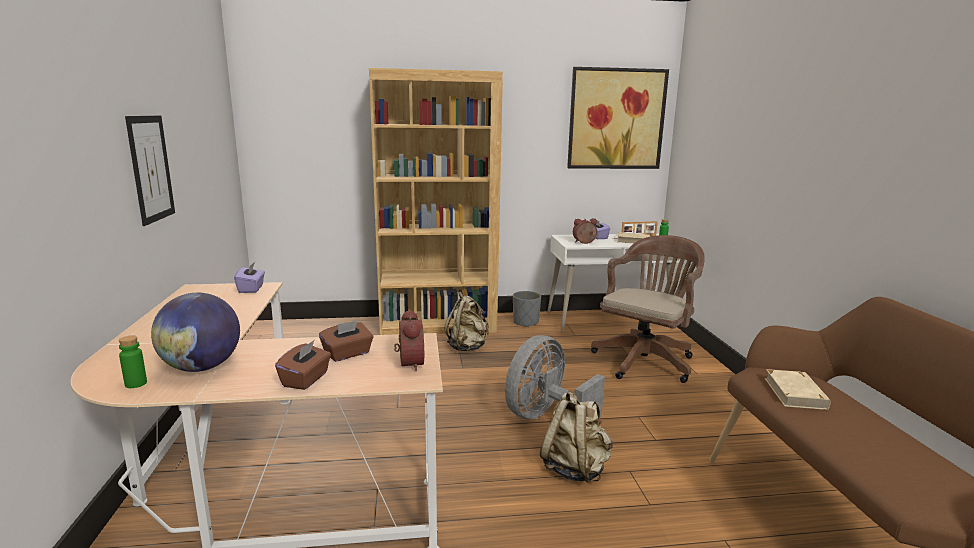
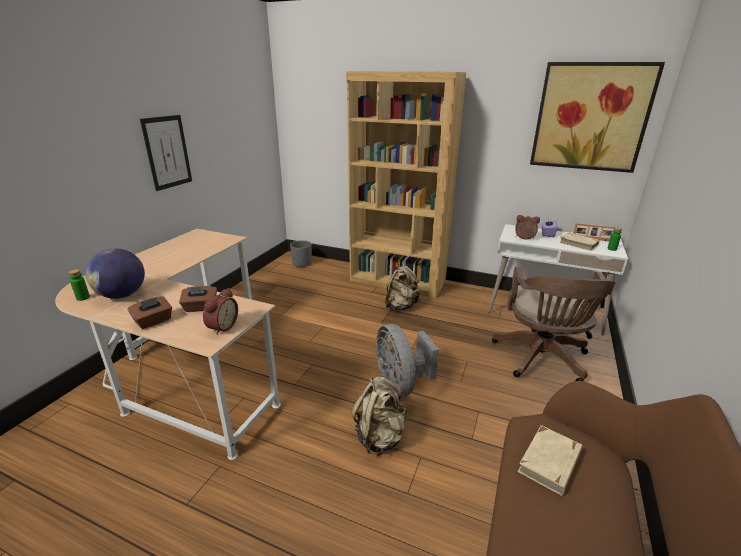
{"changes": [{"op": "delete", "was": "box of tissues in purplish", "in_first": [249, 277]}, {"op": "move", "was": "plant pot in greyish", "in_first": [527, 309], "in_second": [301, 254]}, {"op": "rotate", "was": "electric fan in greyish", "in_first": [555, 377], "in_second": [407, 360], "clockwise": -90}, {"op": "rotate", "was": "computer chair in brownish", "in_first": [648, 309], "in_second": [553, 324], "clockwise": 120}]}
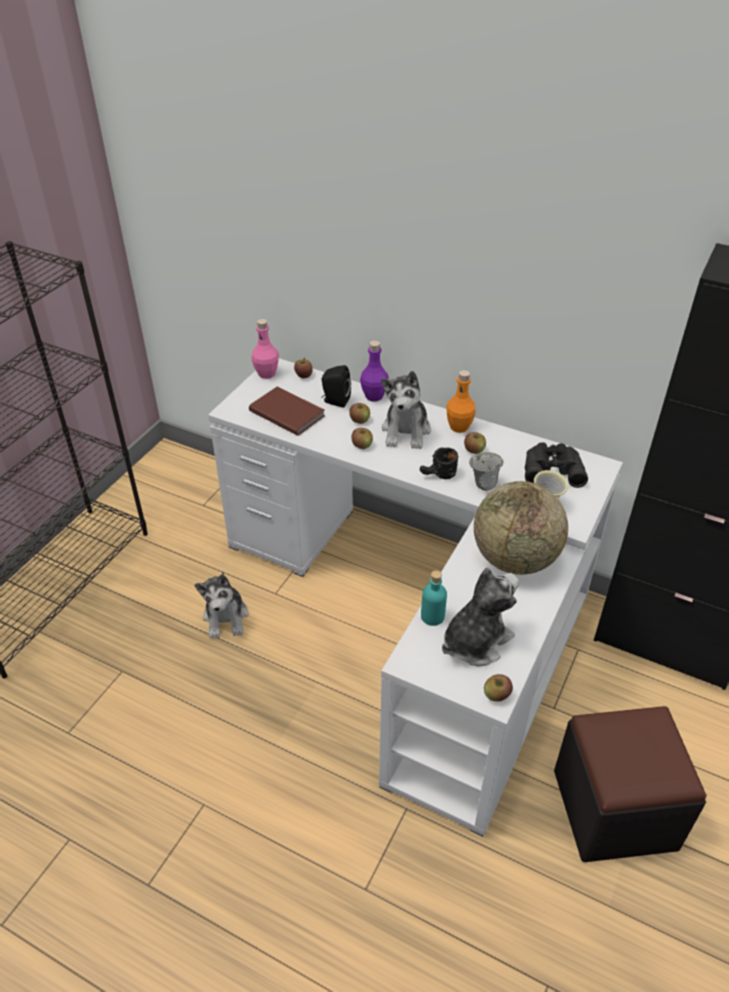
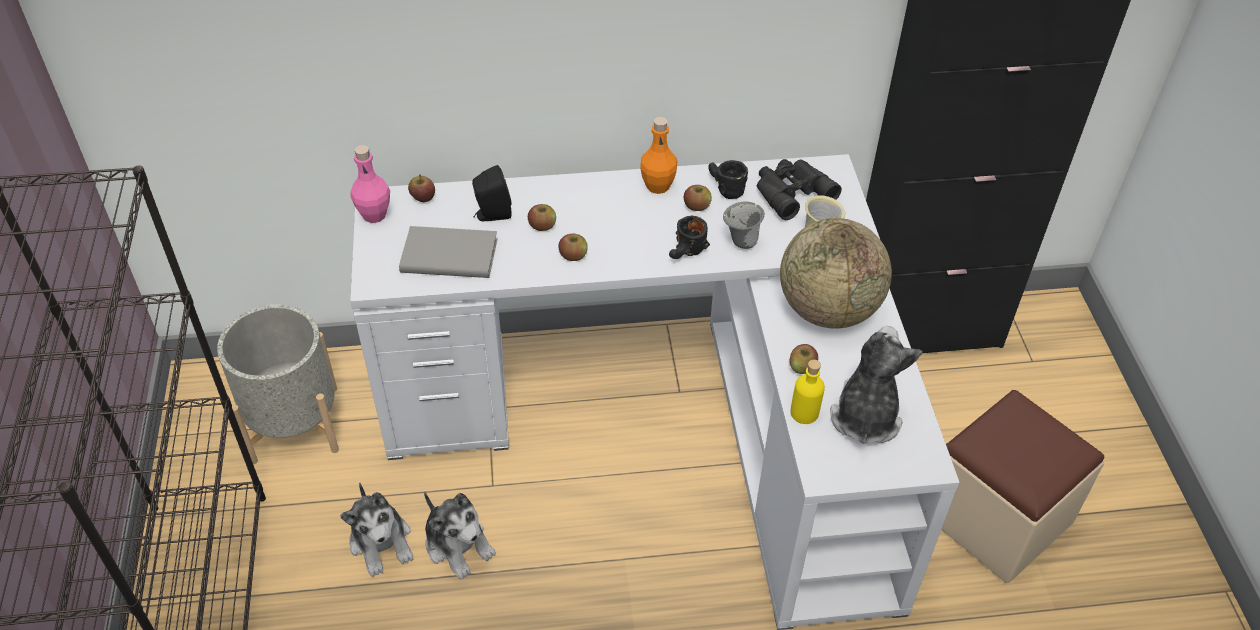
{"changes": [{"op": "delete", "was": "beverage bottle in purplish", "in_first": [374, 371]}, {"op": "insert", "now": "plant pot in greyish", "in_second": [278, 384]}, {"op": "insert", "now": "tea mug in black-coloured", "in_second": [728, 179]}, {"op": "move", "was": "plush toy", "in_first": [406, 410], "in_second": [376, 529]}, {"op": "move", "was": "apple fruit", "in_first": [498, 688], "in_second": [804, 359]}, {"op": "recolor", "was": "book in brownish", "now": "book in greyish", "in_first": [287, 411], "in_second": [448, 252]}, {"op": "recolor", "was": "beverage bottle in blue-green", "now": "beverage bottle in yellow-coloured", "in_first": [434, 598], "in_second": [807, 392]}, {"op": "recolor", "was": "ottoman in black-coloured", "now": "ottoman in beige-coloured", "in_first": [630, 784], "in_second": [1023, 486]}]}
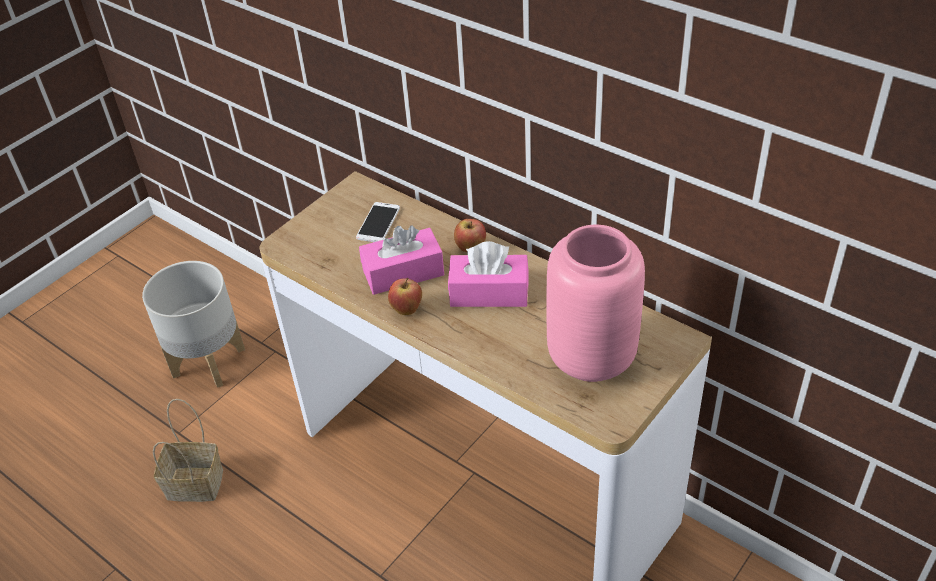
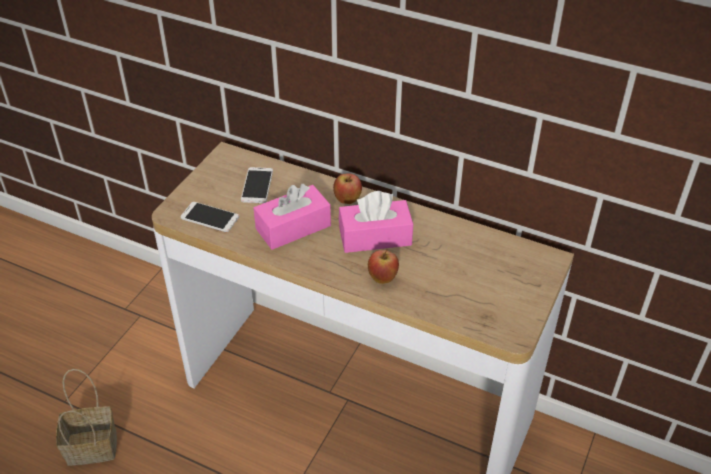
{"changes": [{"op": "delete", "was": "plant pot in greyish", "in_first": [193, 324]}, {"op": "delete", "was": "decorative vase in pink-coloured", "in_first": [596, 303]}, {"op": "insert", "now": "telephone", "in_second": [209, 217]}, {"op": "move", "was": "apple fruit", "in_first": [405, 296], "in_second": [383, 266]}]}
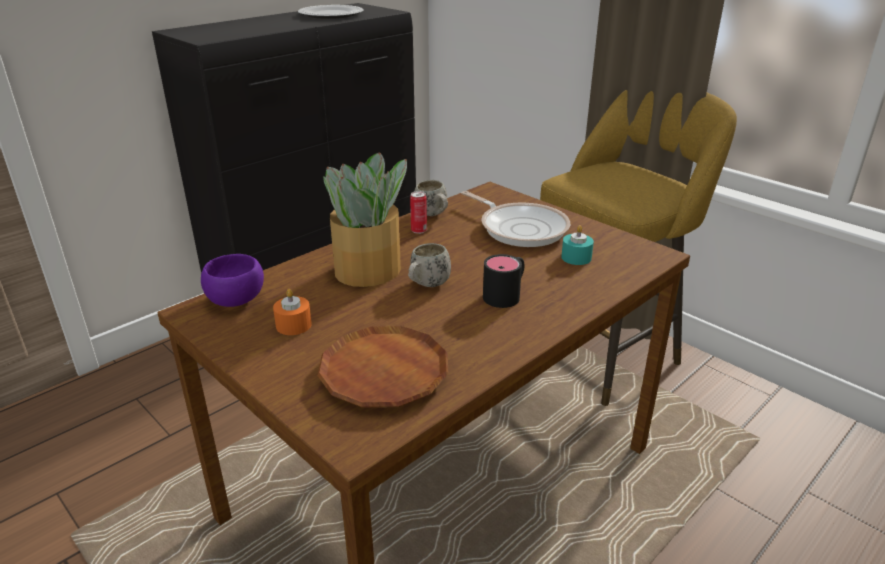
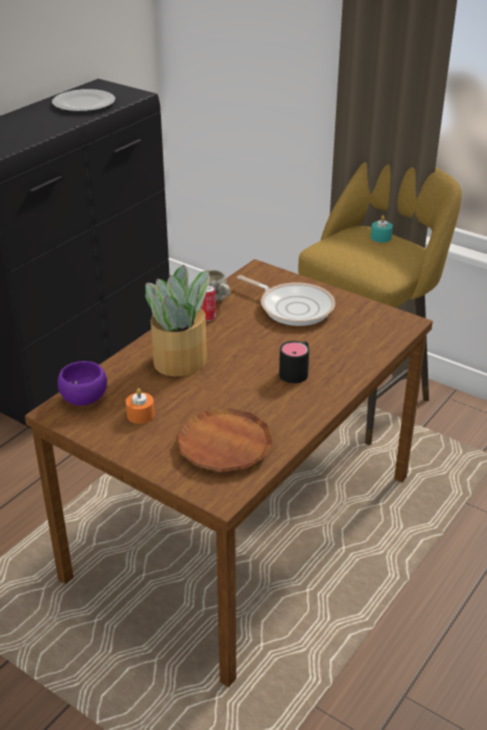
{"changes": [{"op": "delete", "was": "tea mug in white", "in_first": [429, 265]}, {"op": "move", "was": "wax light in blue-green", "in_first": [577, 245], "in_second": [382, 229]}]}
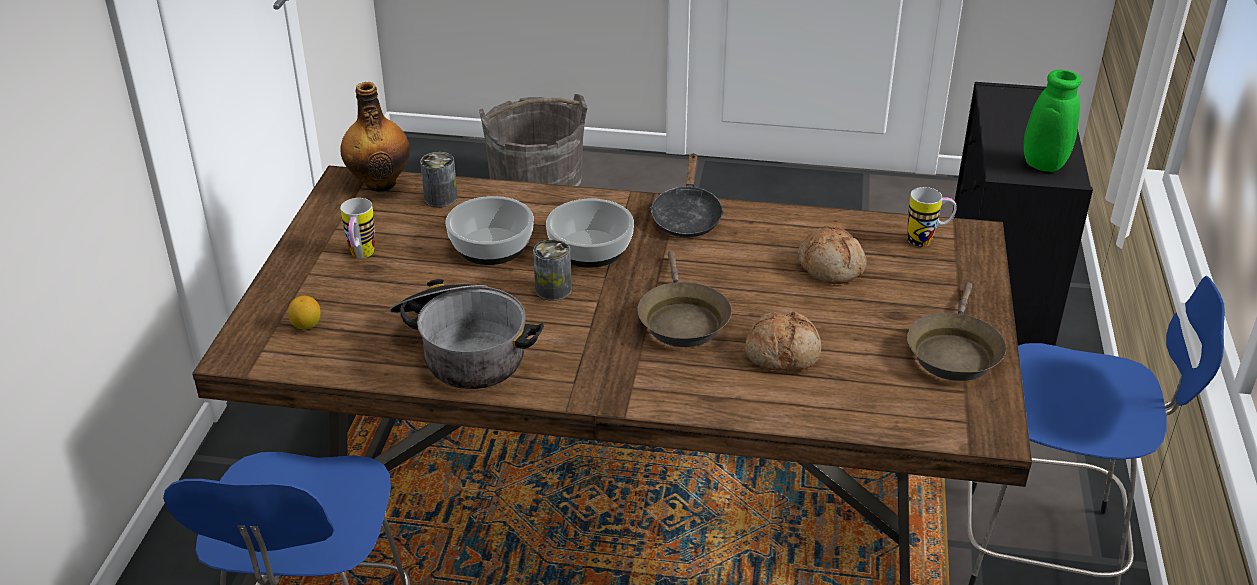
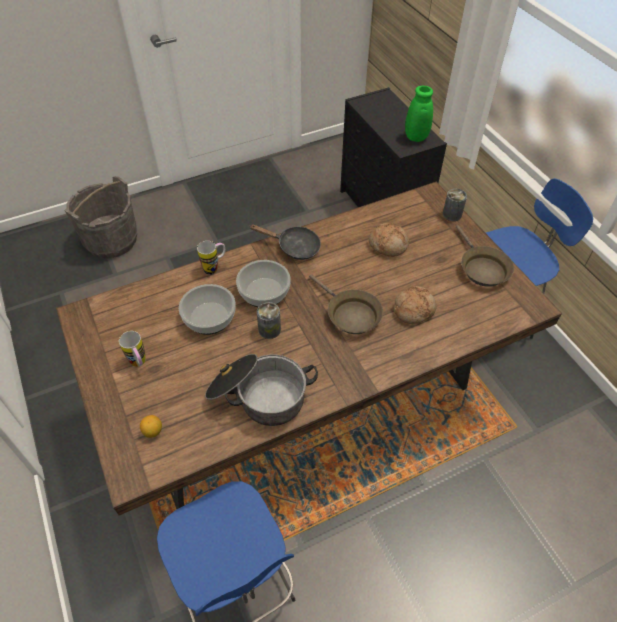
{"changes": [{"op": "delete", "was": "beverage bottle", "in_first": [375, 137]}, {"op": "move", "was": "can", "in_first": [439, 179], "in_second": [455, 205]}, {"op": "move", "was": "tea mug", "in_first": [932, 217], "in_second": [211, 258]}, {"op": "rotate", "was": "skillet in black-coloured", "in_first": [687, 195], "in_second": [285, 242], "clockwise": -45}]}
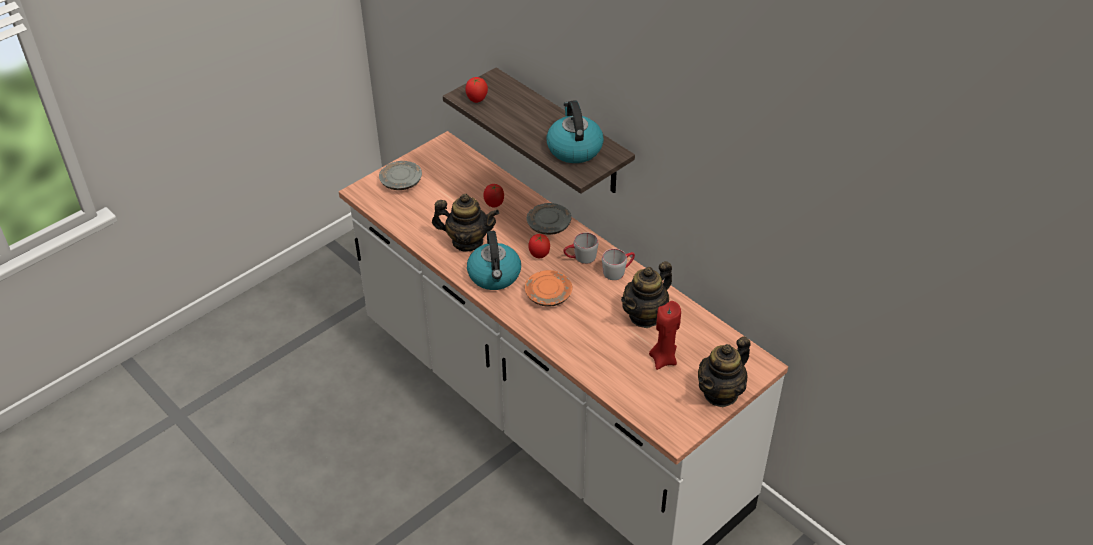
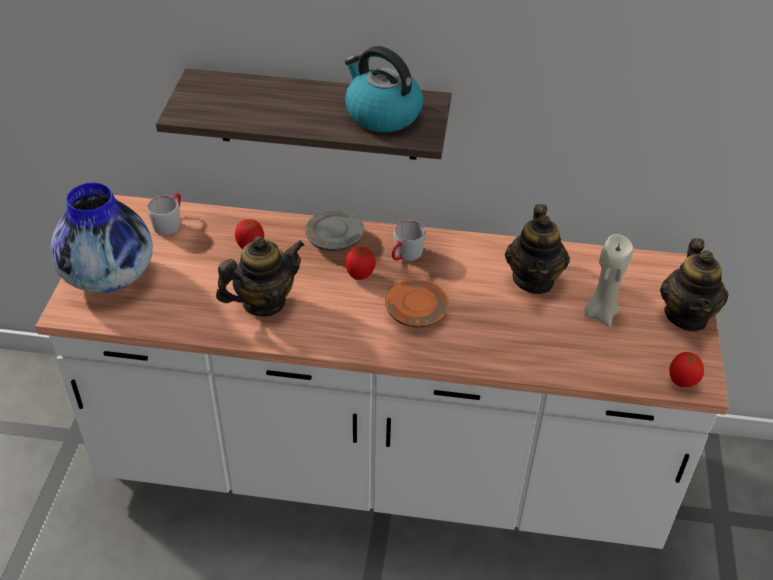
{"changes": [{"op": "delete", "was": "water kettle", "in_first": [494, 260]}, {"op": "move", "was": "fresh tomato", "in_first": [476, 90], "in_second": [686, 370]}, {"op": "move", "was": "tea mug in greyish", "in_first": [618, 264], "in_second": [164, 214]}, {"op": "replace", "was": "plate in greyish", "now": "decorative vase", "in_first": [400, 175], "in_second": [102, 238]}, {"op": "recolor", "was": "wax light in reddish", "now": "wax light in beige-coloured", "in_first": [665, 335], "in_second": [608, 280]}]}
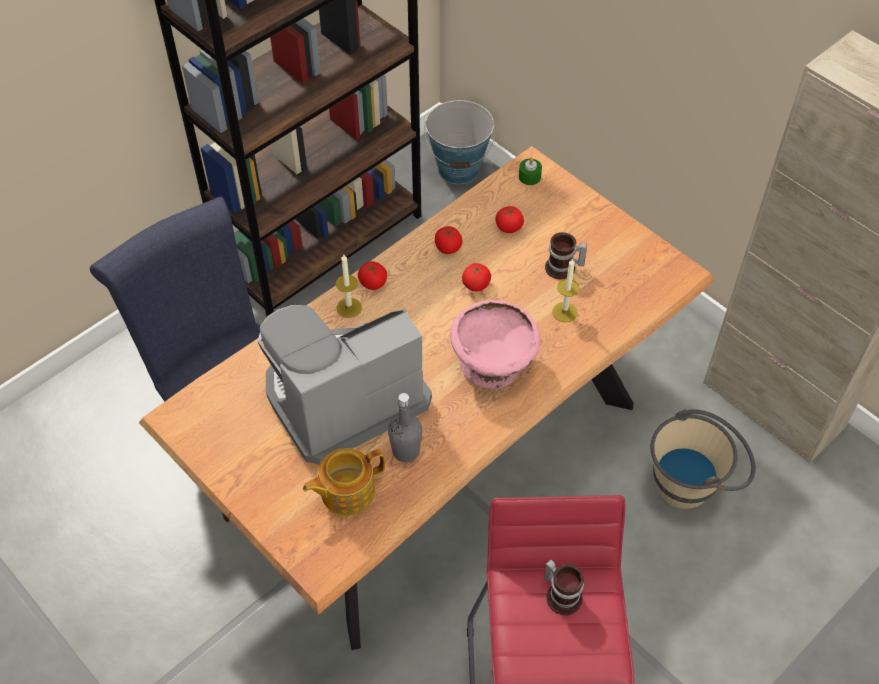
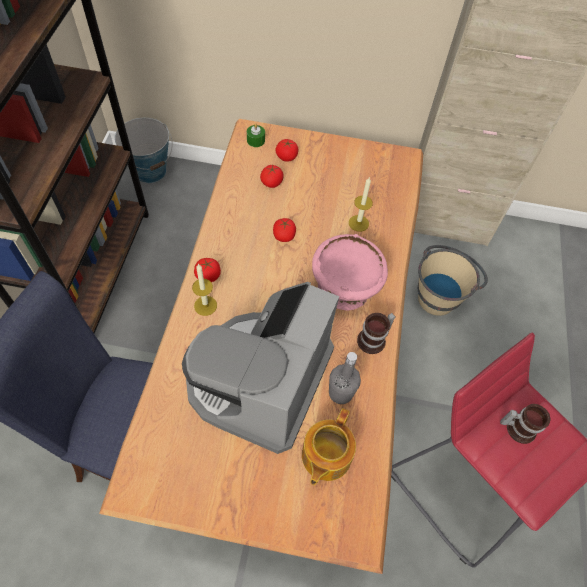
{"changes": [{"op": "move", "was": "fresh tomato", "in_first": [449, 240], "in_second": [286, 150]}, {"op": "move", "was": "tea mug", "in_first": [566, 255], "in_second": [376, 333]}]}
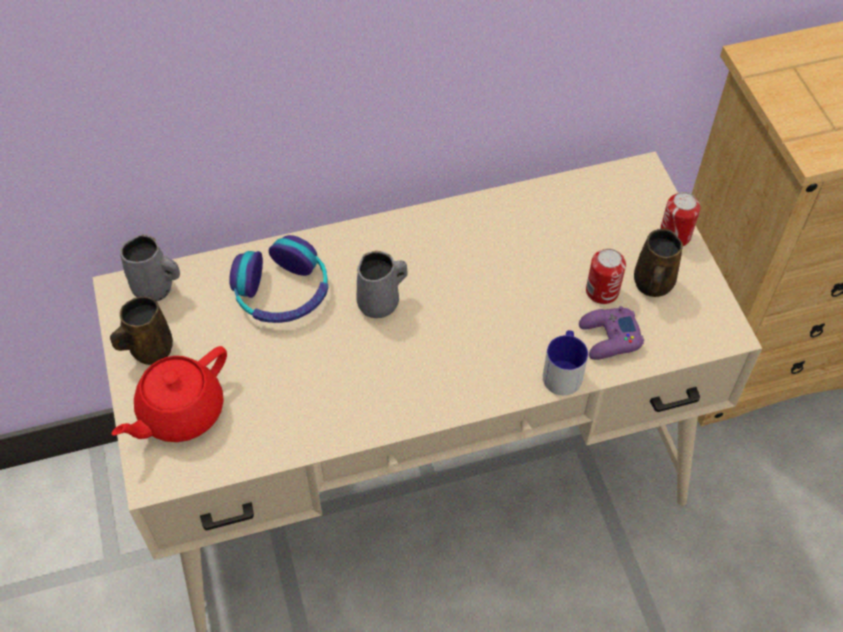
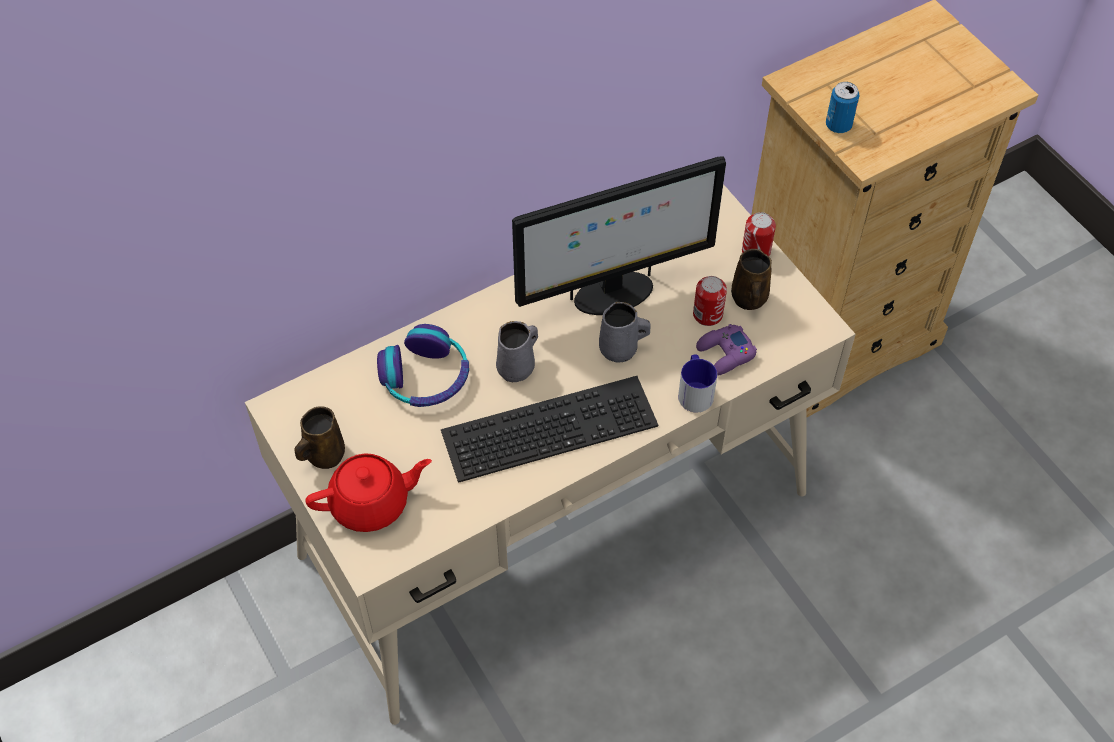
{"changes": [{"op": "insert", "now": "computer keyboard", "in_second": [549, 429]}, {"op": "insert", "now": "monitor", "in_second": [619, 236]}, {"op": "insert", "now": "can", "in_second": [843, 107]}, {"op": "move", "was": "tea mug in greyish", "in_first": [150, 267], "in_second": [624, 332]}, {"op": "rotate", "was": "teapot in reddish", "in_first": [169, 394], "in_second": [369, 493], "clockwise": -135}]}
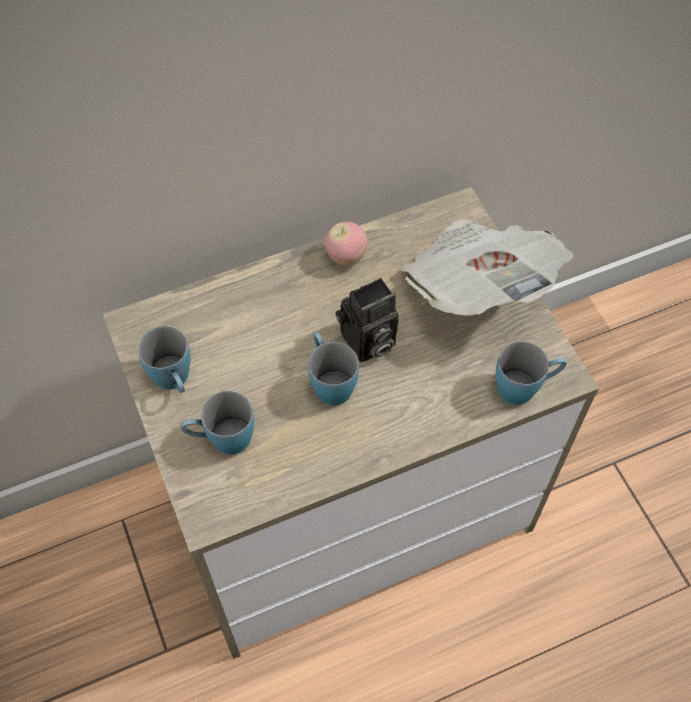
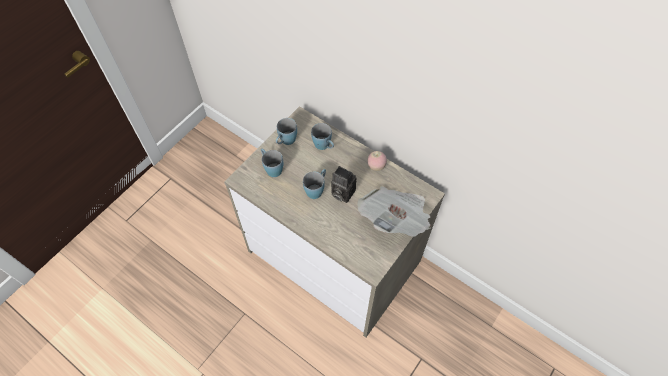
{"changes": [{"op": "move", "was": "tea mug in blue", "in_first": [531, 373], "in_second": [322, 136]}]}
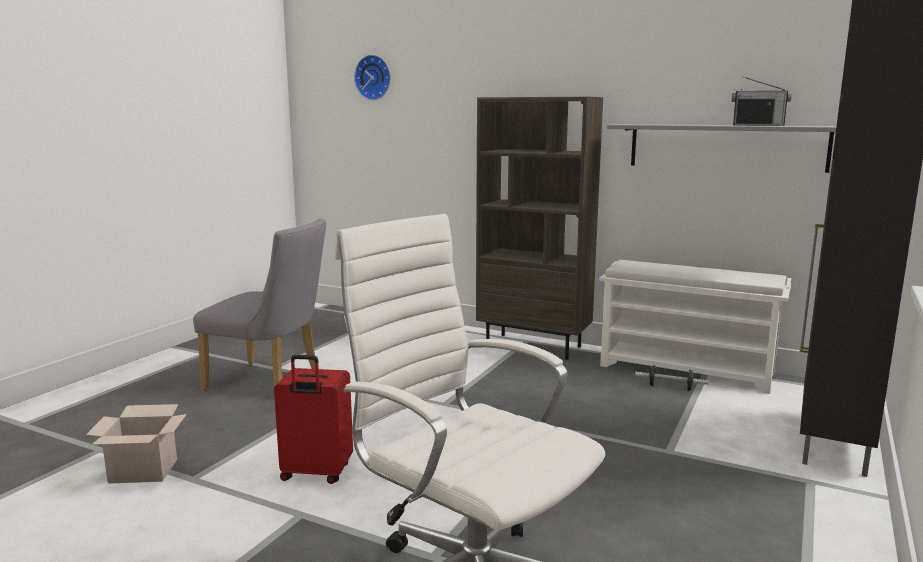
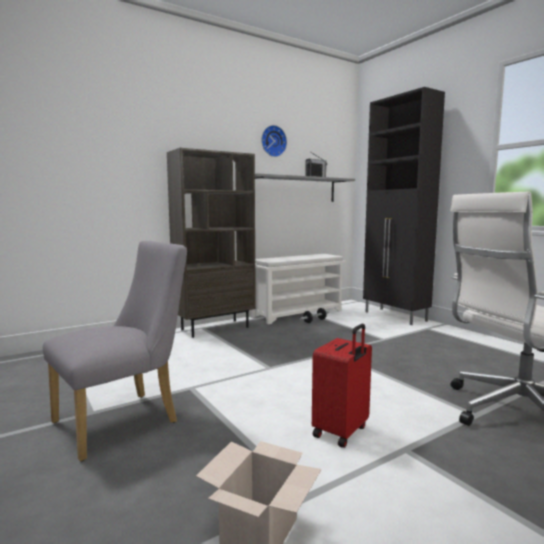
{"changes": [{"op": "move", "was": "hanging clock", "in_first": [372, 77], "in_second": [274, 141]}]}
